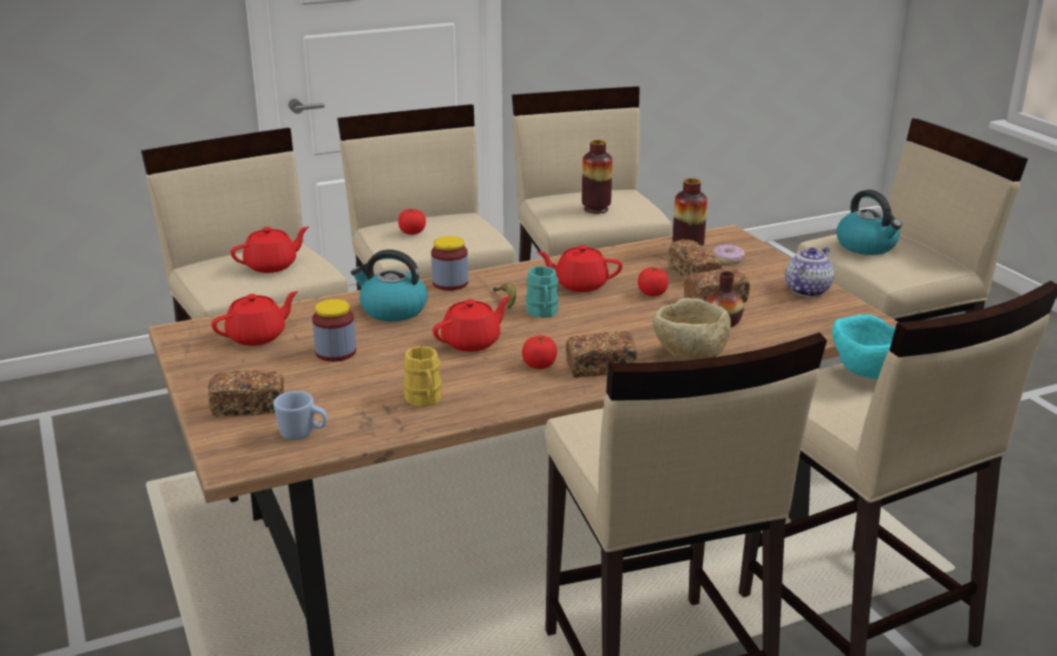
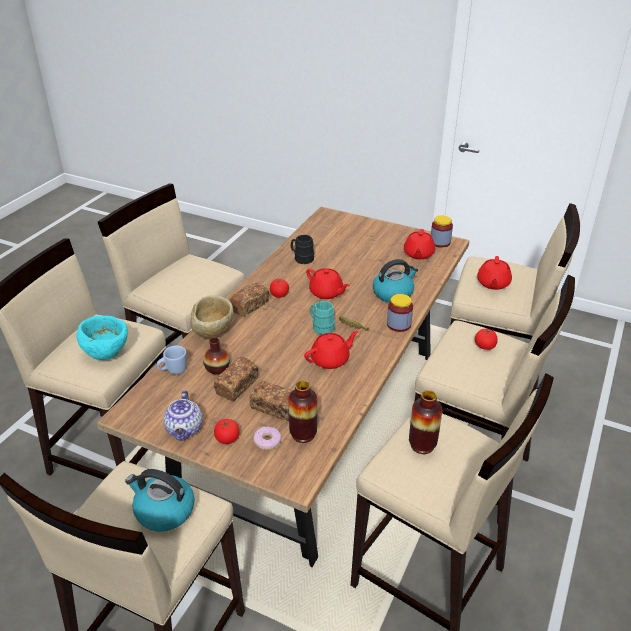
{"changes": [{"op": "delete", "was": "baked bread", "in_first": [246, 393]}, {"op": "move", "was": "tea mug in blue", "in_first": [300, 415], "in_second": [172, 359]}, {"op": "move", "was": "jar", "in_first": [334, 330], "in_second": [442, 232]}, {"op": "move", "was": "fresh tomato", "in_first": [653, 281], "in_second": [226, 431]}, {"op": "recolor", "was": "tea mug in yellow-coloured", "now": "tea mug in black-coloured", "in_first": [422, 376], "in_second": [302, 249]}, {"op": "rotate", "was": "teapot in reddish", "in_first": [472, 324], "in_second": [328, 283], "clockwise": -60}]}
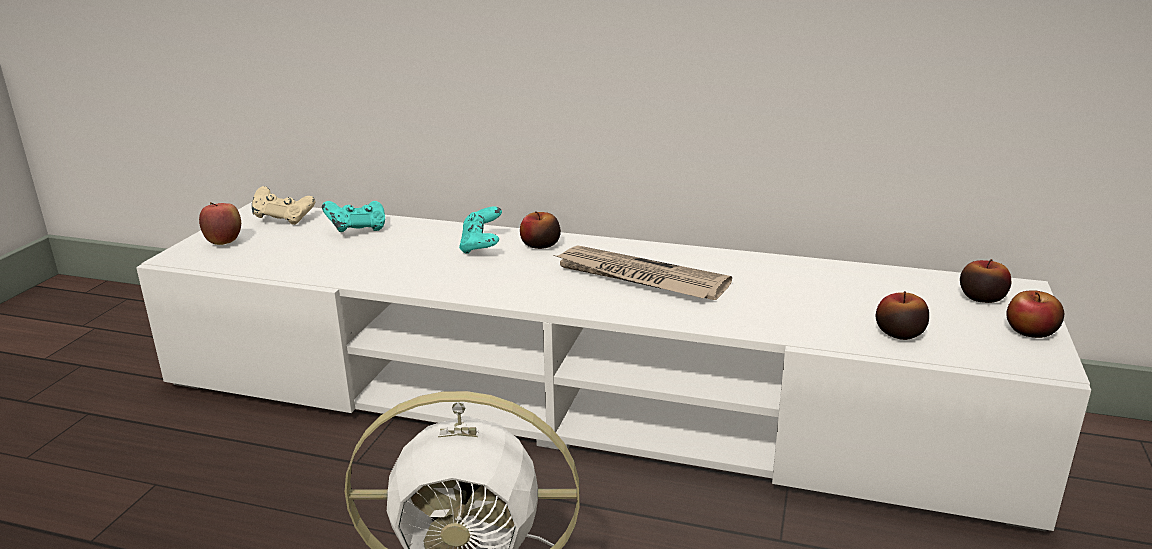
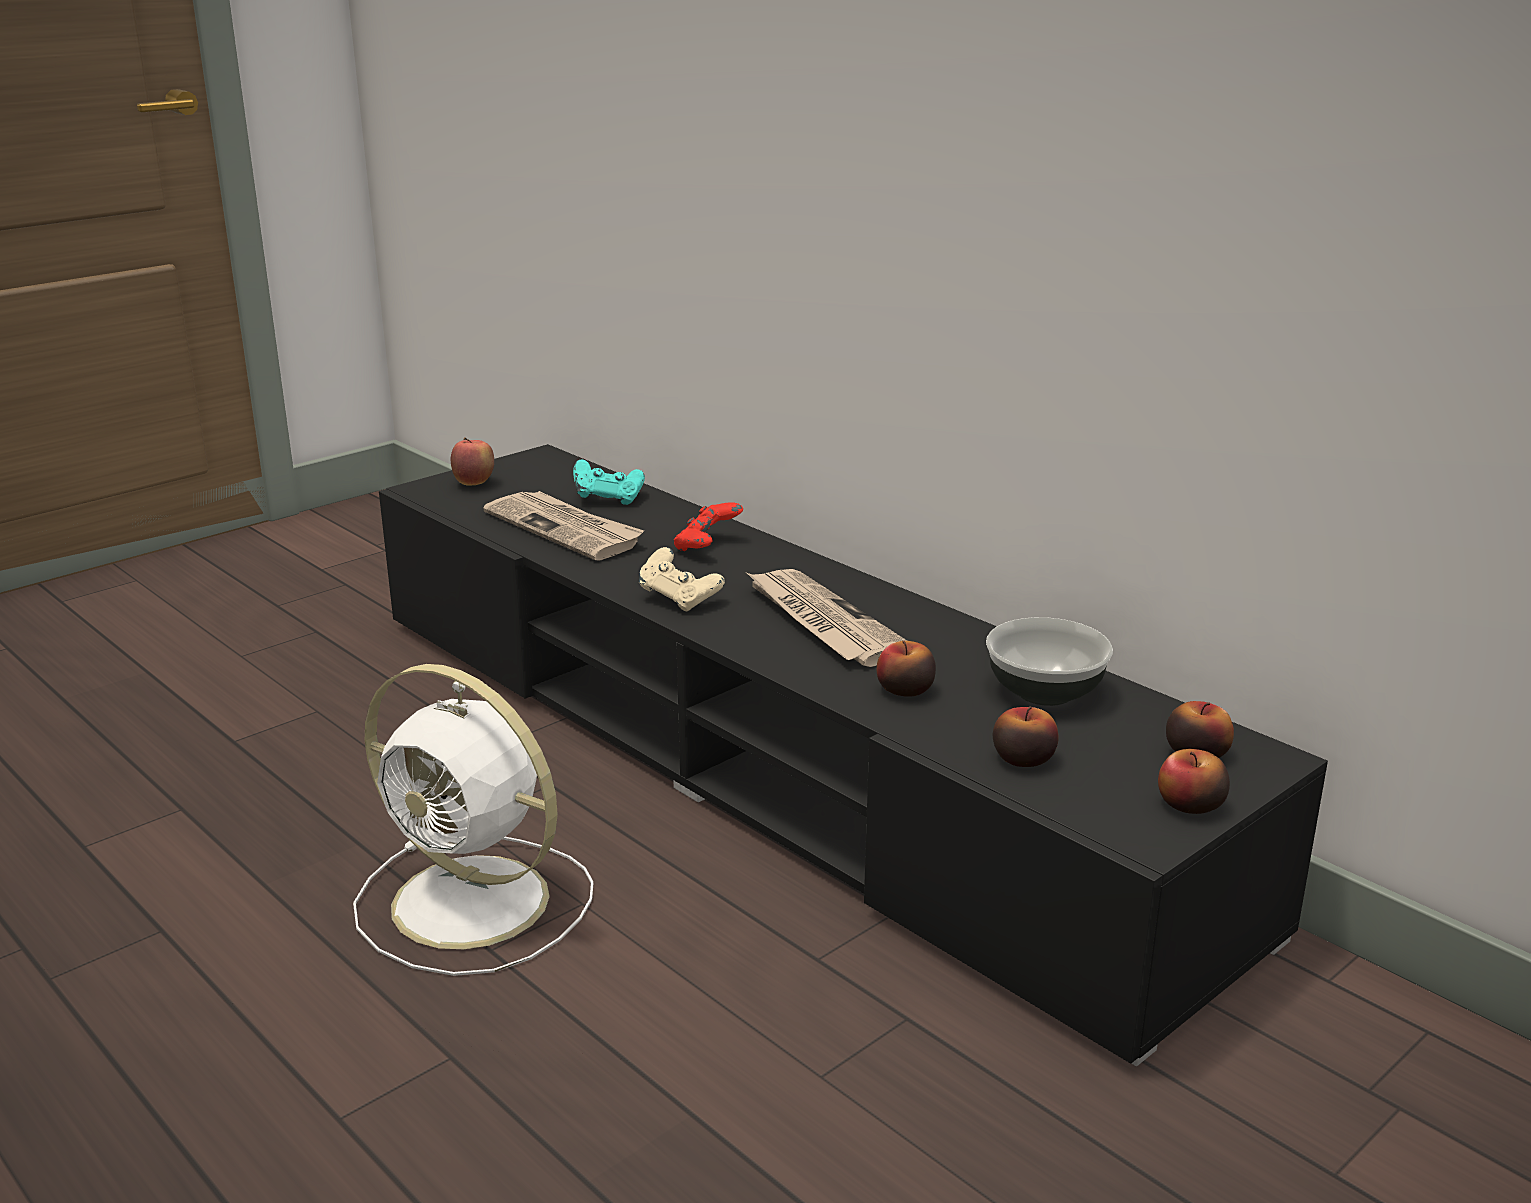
{"changes": [{"op": "insert", "now": "daily paper", "in_second": [563, 525]}, {"op": "insert", "now": "deep dish", "in_second": [1049, 661]}, {"op": "move", "was": "game controller in beige-coloured", "in_first": [283, 205], "in_second": [682, 579]}, {"op": "move", "was": "apple fruit", "in_first": [540, 230], "in_second": [906, 669]}, {"op": "recolor", "was": "tv unit in white", "now": "tv unit in black-coloured", "in_first": [613, 367], "in_second": [853, 755]}, {"op": "recolor", "was": "game controller in blue-green", "now": "game controller in reddish", "in_first": [480, 230], "in_second": [708, 526]}]}
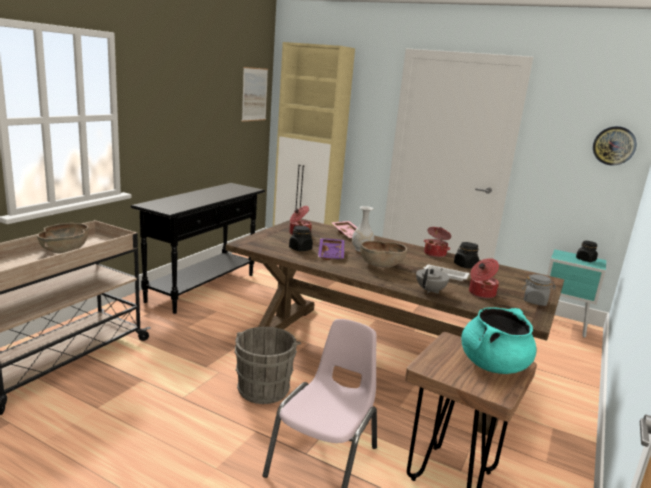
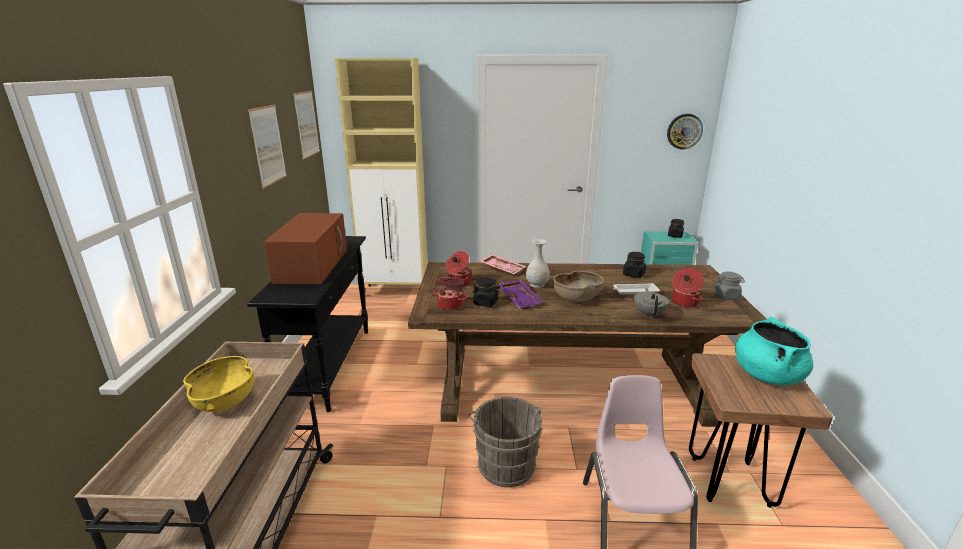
{"changes": [{"op": "insert", "now": "wall picture", "in_second": [267, 147]}, {"op": "insert", "now": "kitchen microwave in brownish", "in_second": [305, 248]}, {"op": "move", "was": "stockpot", "in_first": [437, 242], "in_second": [450, 292]}, {"op": "recolor", "was": "deep dish in brownish", "now": "deep dish in yellow-coloured", "in_first": [62, 238], "in_second": [218, 384]}]}
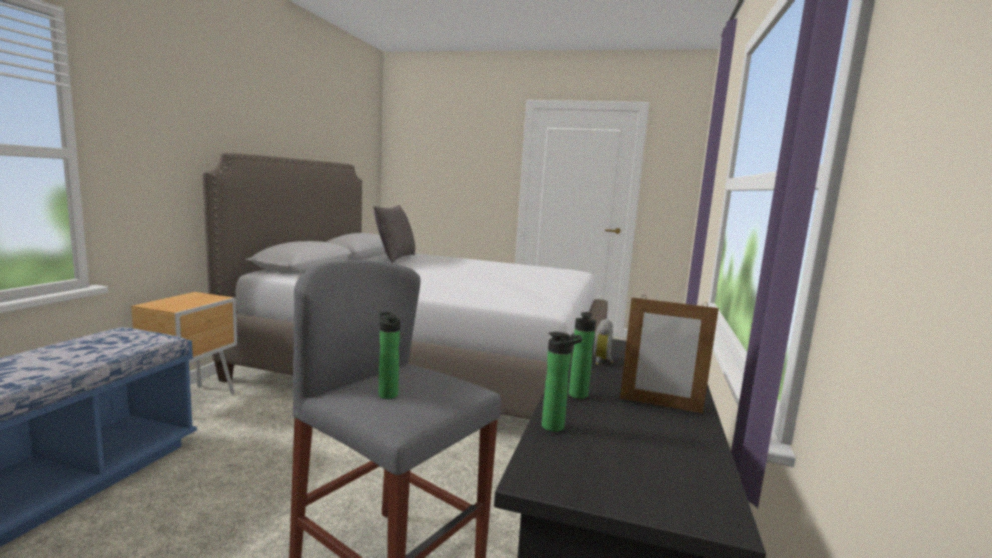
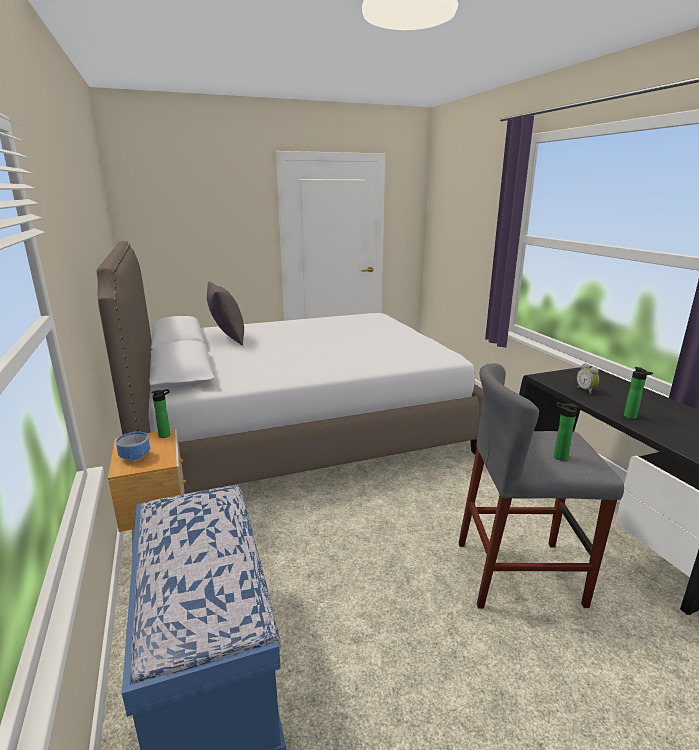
{"changes": [{"op": "delete", "was": "standing frame", "in_first": [669, 354]}, {"op": "insert", "now": "deep dish", "in_second": [133, 446]}, {"op": "move", "was": "beverage bottle", "in_first": [562, 382], "in_second": [161, 413]}]}
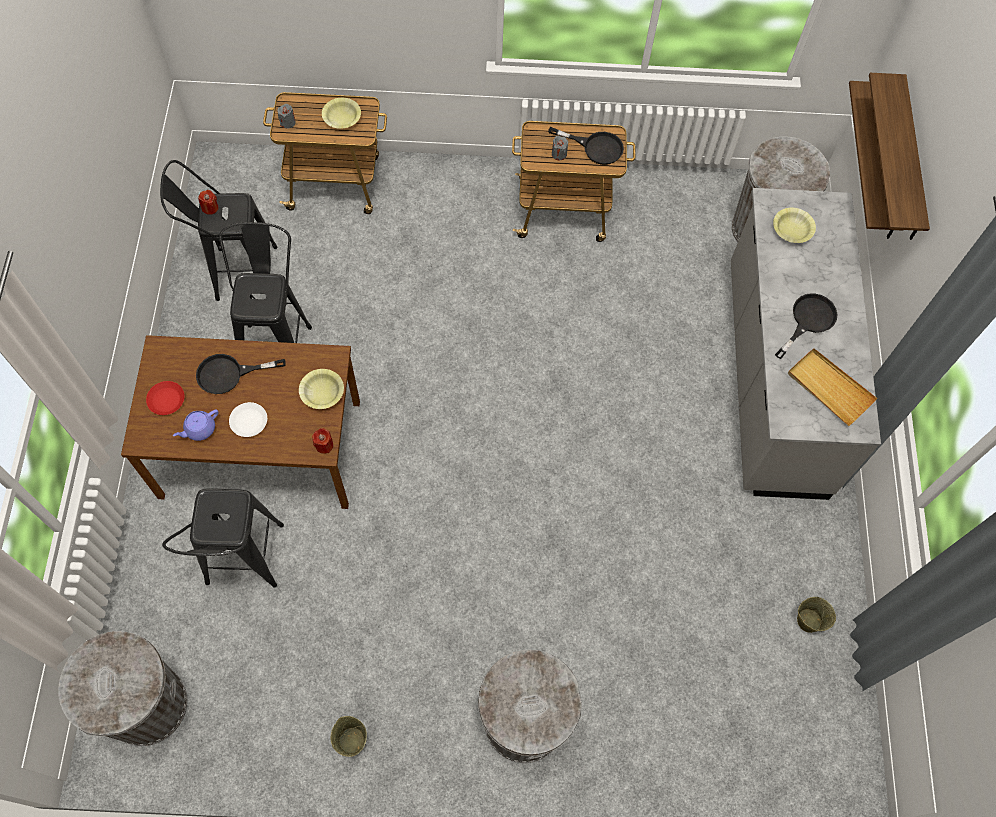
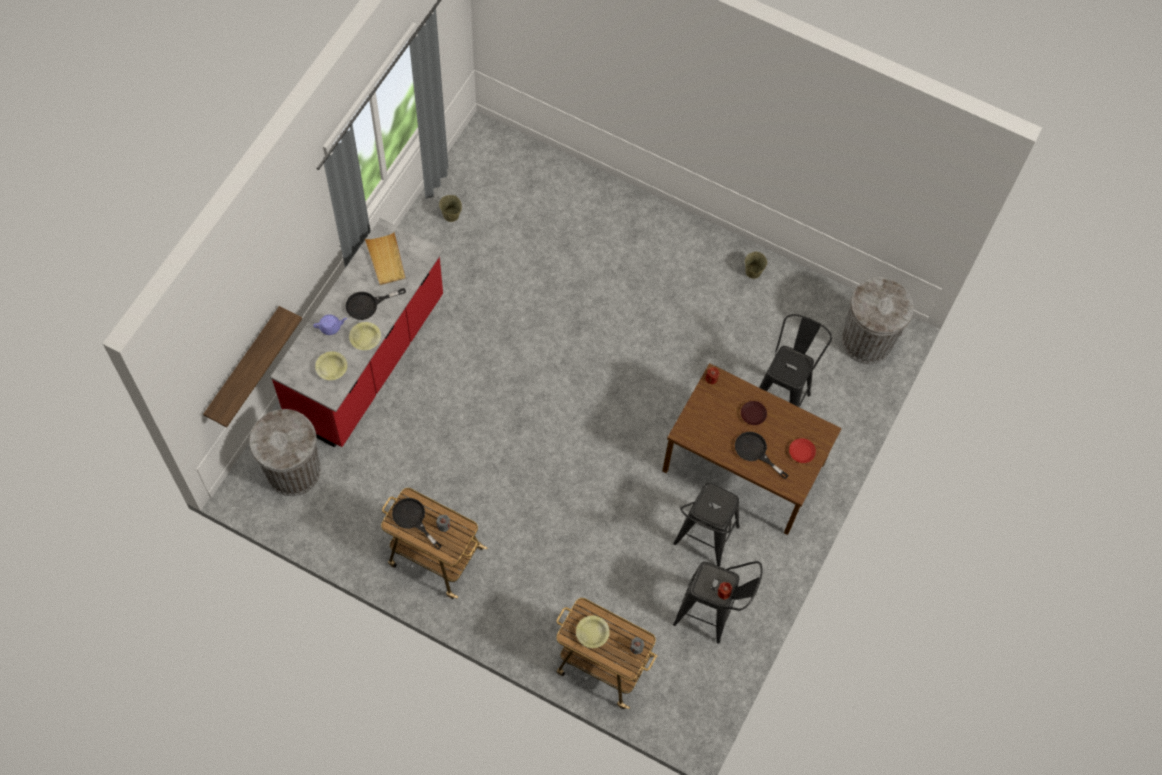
{"changes": [{"op": "delete", "was": "rubbish bin in greyish", "in_first": [530, 706]}, {"op": "delete", "was": "bracket shelf", "in_first": [899, 156]}, {"op": "move", "was": "teapot in purplish", "in_first": [195, 425], "in_second": [330, 324]}, {"op": "move", "was": "deep dish in yellow-coloured", "in_first": [321, 389], "in_second": [365, 336]}, {"op": "recolor", "was": "plate in white", "now": "plate in brownish", "in_first": [248, 419], "in_second": [754, 413]}, {"op": "recolor", "was": "kitchen base unit in greyish", "now": "kitchen base unit in reddish", "in_first": [806, 344], "in_second": [356, 332]}, {"op": "rotate", "was": "skillet in black-coloured", "in_first": [241, 374], "in_second": [762, 455], "clockwise": -150}]}
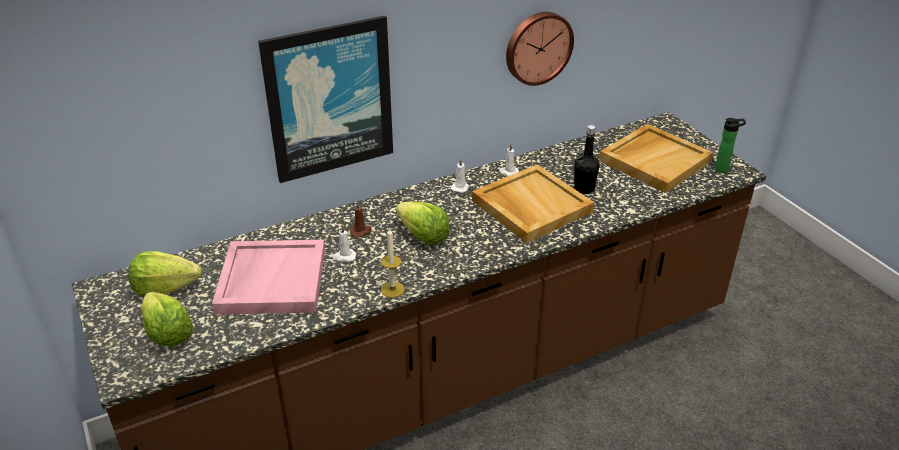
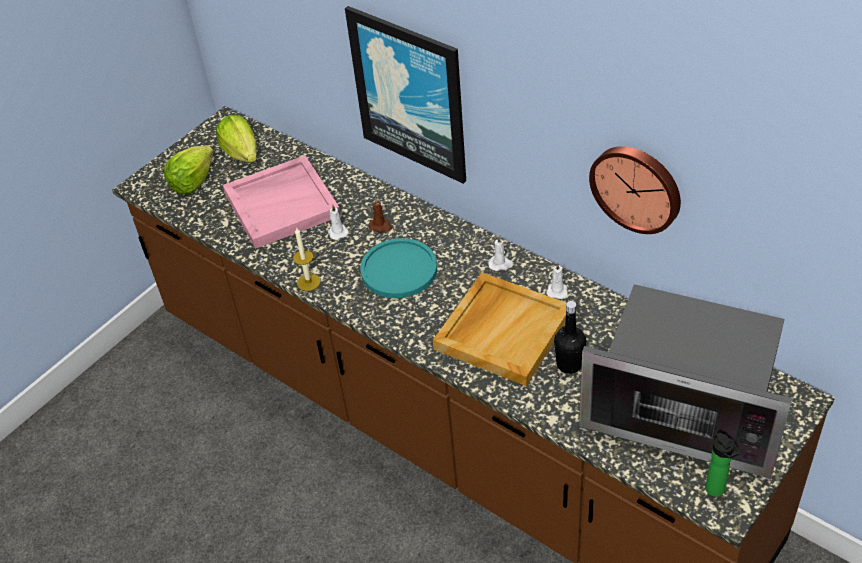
{"changes": [{"op": "replace", "was": "lettuce", "now": "plate in blue-green", "in_first": [423, 223], "in_second": [398, 268]}, {"op": "replace", "was": "tray in beige-coloured", "now": "kitchen microwave", "in_first": [656, 158], "in_second": [685, 381]}]}
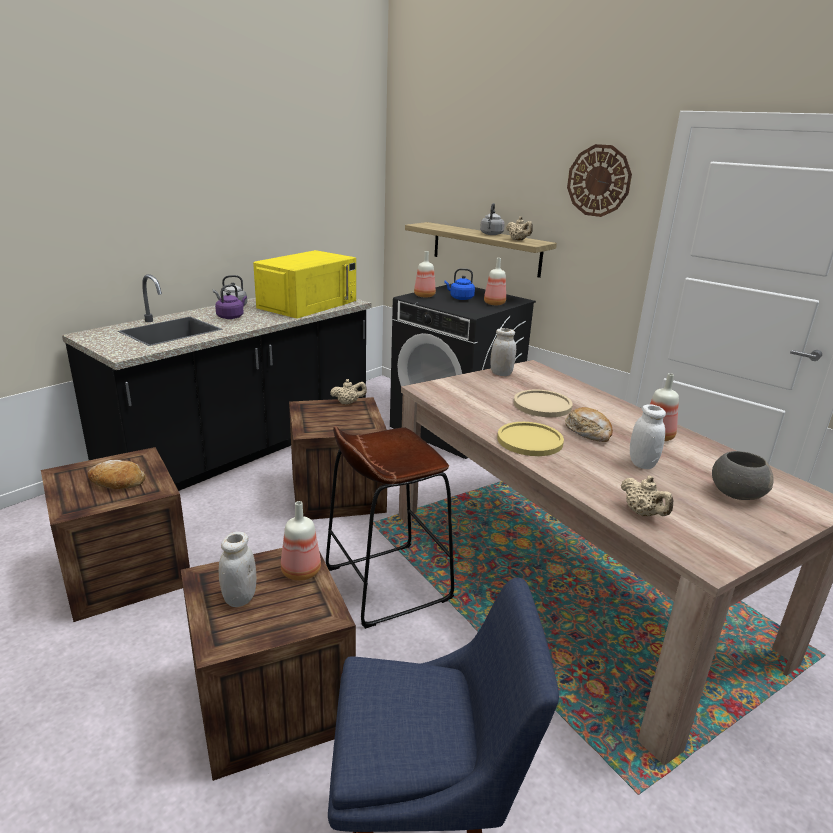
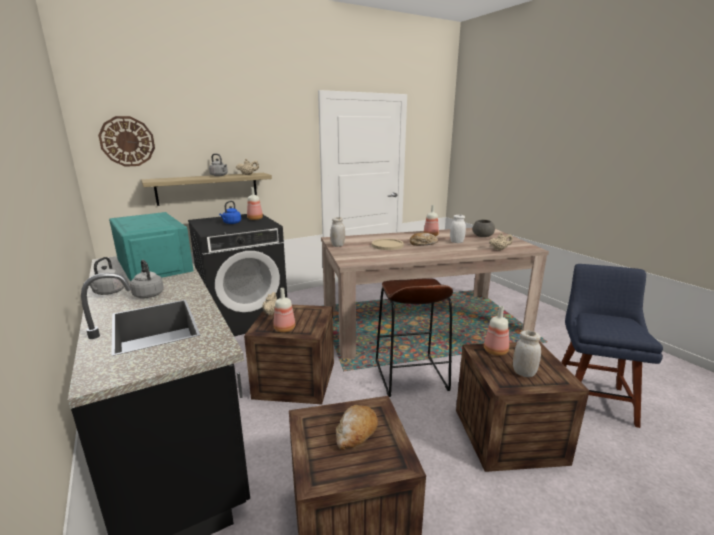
{"changes": [{"op": "delete", "was": "plate in yellow-coloured", "in_first": [530, 439]}, {"op": "move", "was": "beverage bottle", "in_first": [425, 274], "in_second": [285, 310]}, {"op": "move", "was": "hanging clock", "in_first": [599, 180], "in_second": [126, 141]}, {"op": "recolor", "was": "water kettle in purplish", "now": "water kettle in greyish", "in_first": [231, 301], "in_second": [147, 279]}, {"op": "recolor", "was": "kitchen microwave in yellow-coloured", "now": "kitchen microwave in blue-green", "in_first": [304, 284], "in_second": [151, 247]}]}
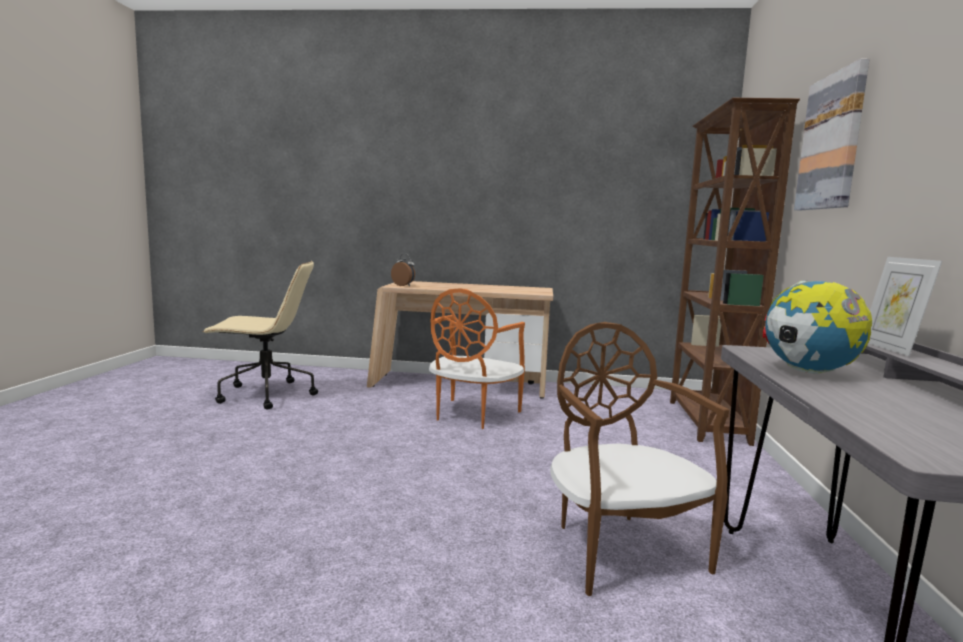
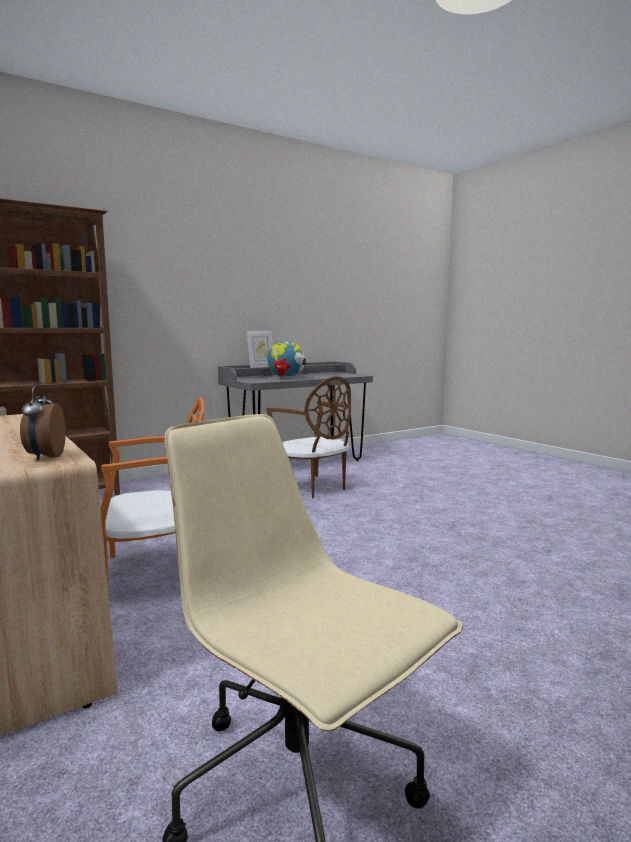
{"changes": [{"op": "delete", "was": "wall picture", "in_first": [831, 134]}, {"op": "rotate", "was": "chair in brownish", "in_first": [639, 459], "in_second": [308, 437], "clockwise": -75}]}
